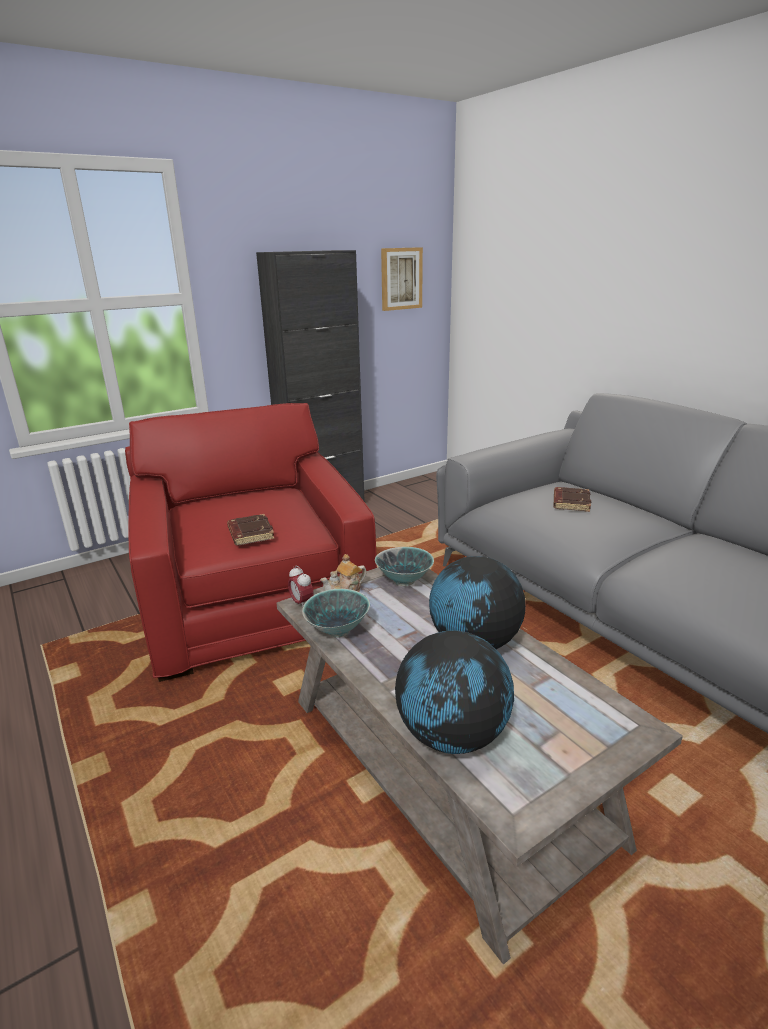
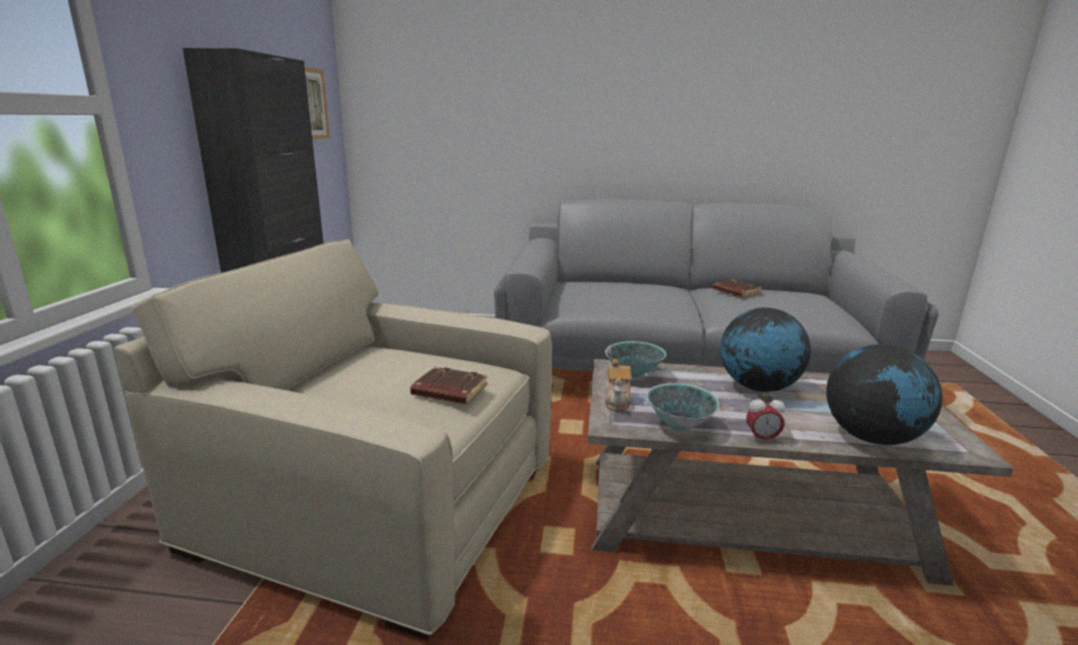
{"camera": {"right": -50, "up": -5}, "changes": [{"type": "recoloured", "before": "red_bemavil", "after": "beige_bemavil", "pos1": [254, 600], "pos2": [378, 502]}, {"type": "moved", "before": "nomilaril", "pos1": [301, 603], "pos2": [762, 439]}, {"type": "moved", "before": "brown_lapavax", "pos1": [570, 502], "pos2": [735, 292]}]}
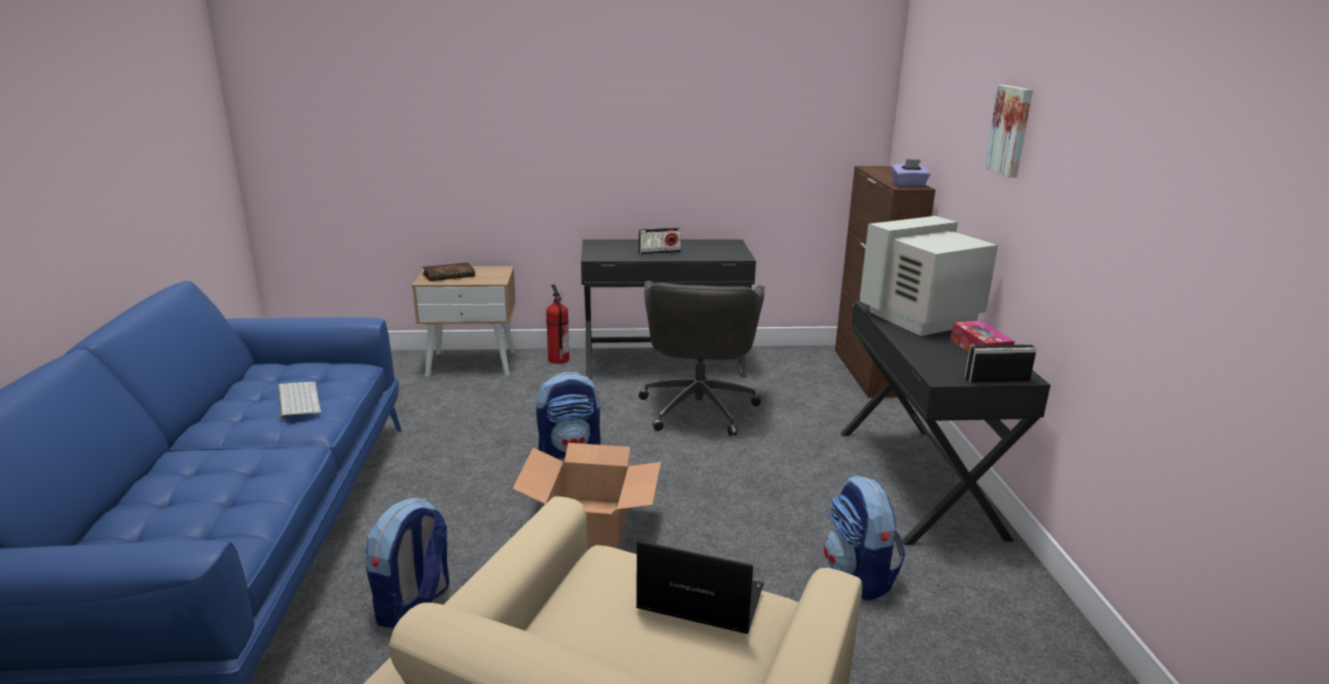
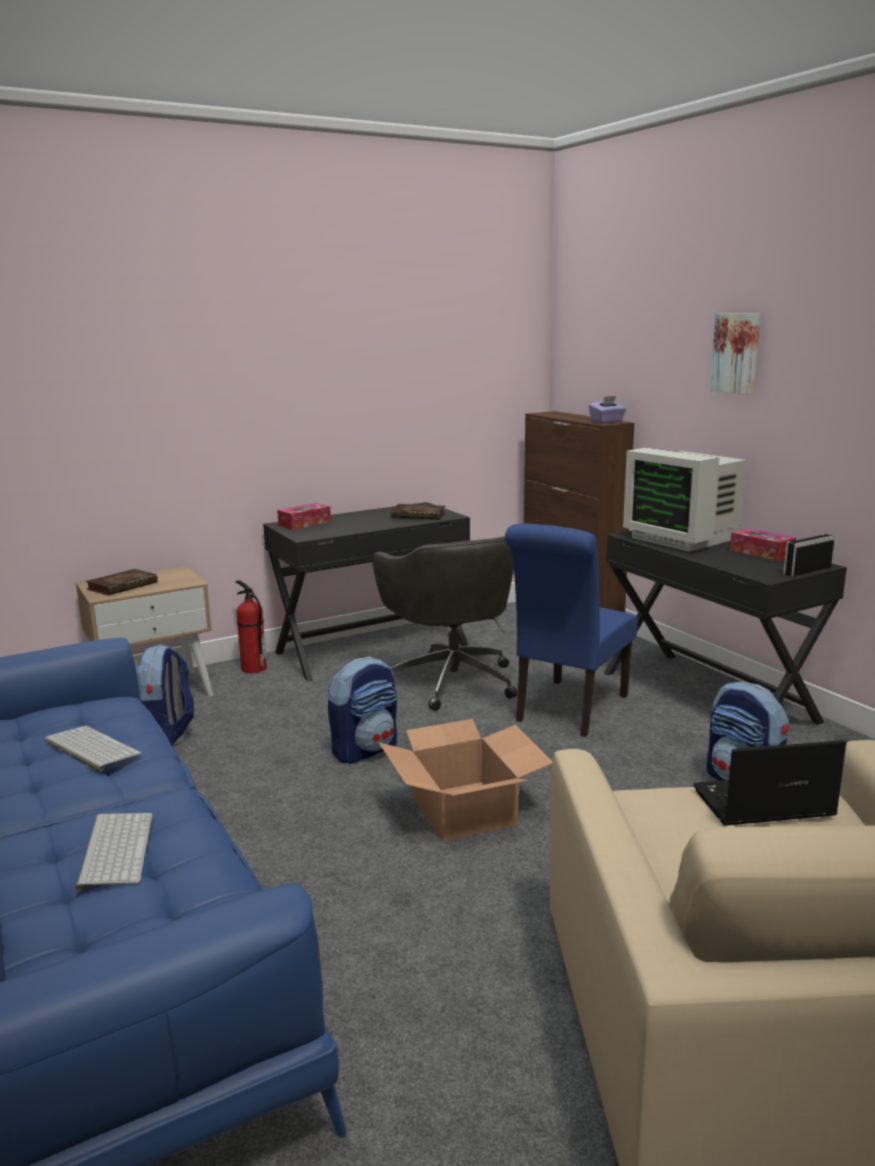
{"camera": {"right": -25, "up": -5}, "changes": [{"type": "moved", "before": "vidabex", "pos1": [413, 604], "pos2": [166, 735]}, {"type": "removed", "before": "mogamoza", "pos1": [659, 252]}, {"type": "turned", "before": "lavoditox", "pos1": [922, 318], "pos2": [683, 538], "turn": -75}, {"type": "added", "after": "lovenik", "pos2": [114, 849]}, {"type": "added", "after": "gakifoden", "pos2": [304, 523]}, {"type": "added", "after": "lapavax", "pos2": [420, 515]}, {"type": "added", "after": "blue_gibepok", "pos2": [568, 710]}]}
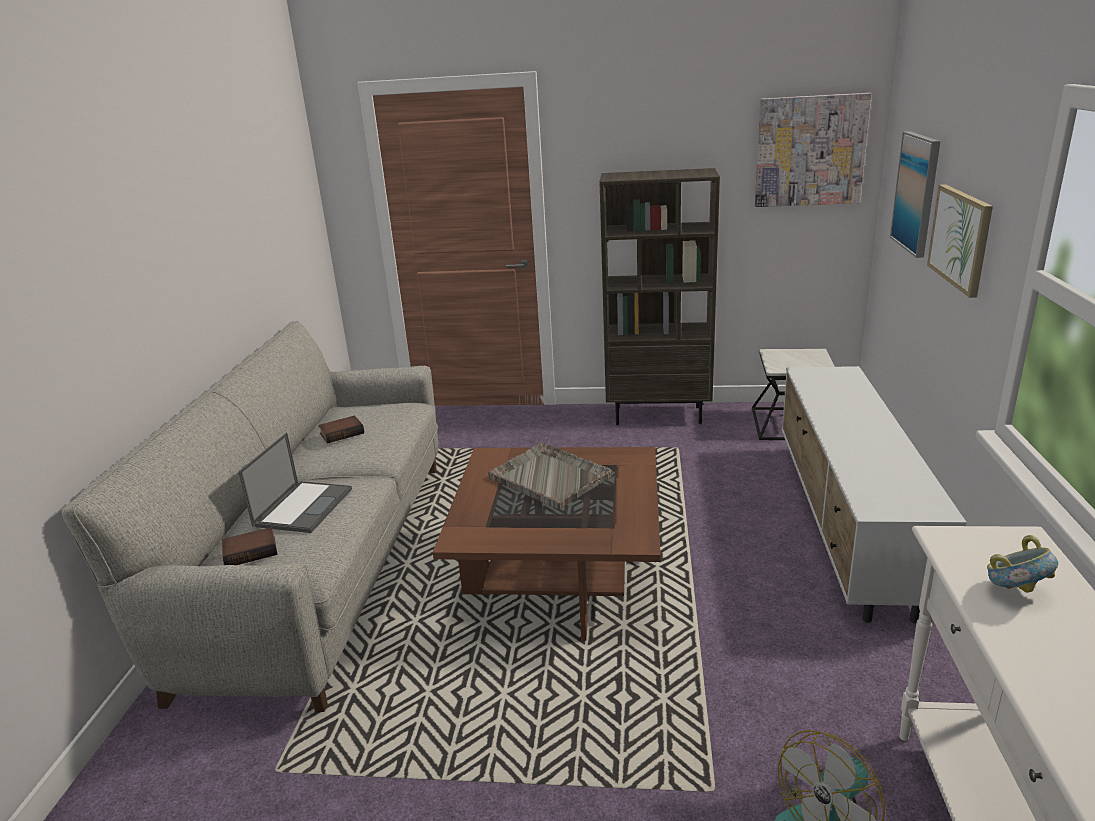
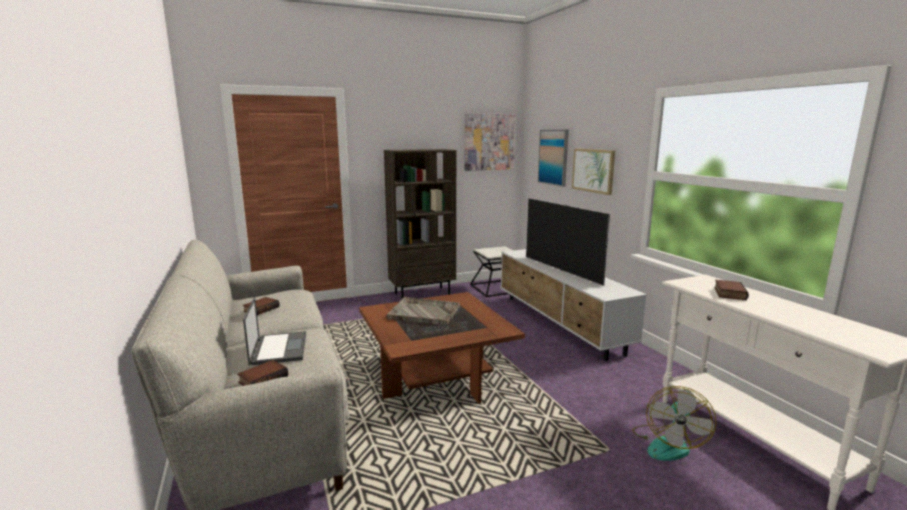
{"camera": {"right": -30, "up": -10}, "changes": [{"type": "replaced", "before": "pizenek", "after": "lapavax", "pos1": [1015, 590], "pos2": [728, 293]}, {"type": "added", "after": "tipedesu", "pos2": [561, 270]}]}
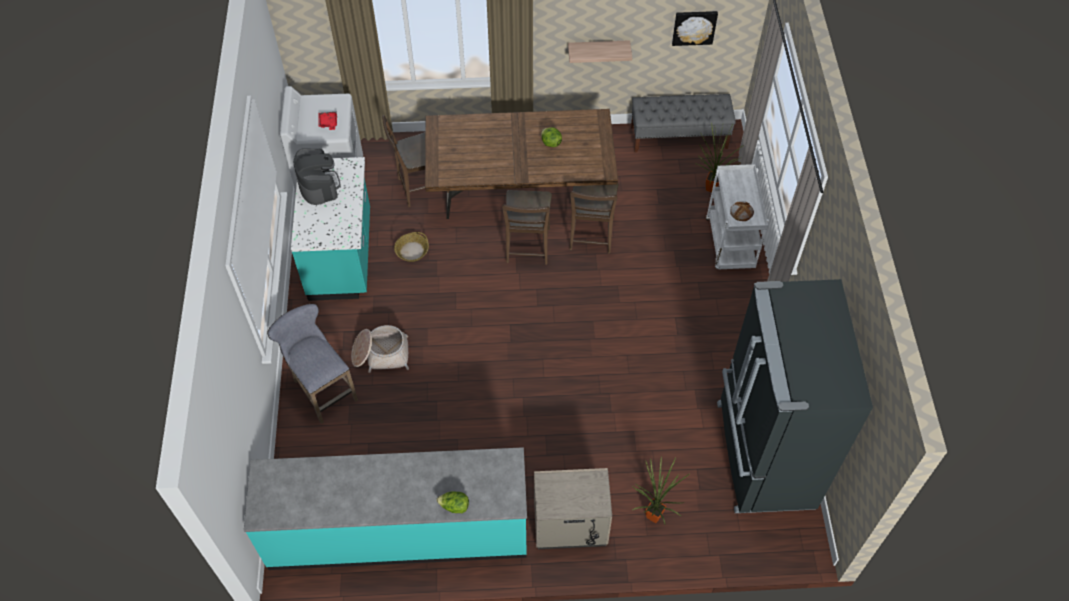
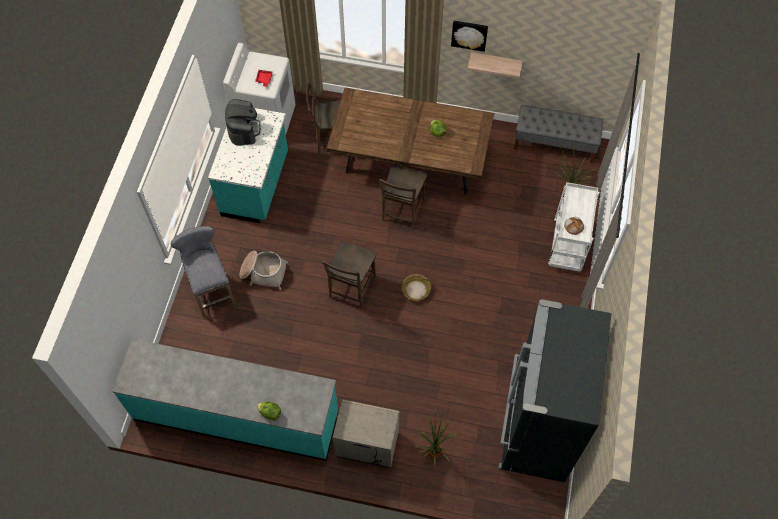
{"camera": {"right": 15, "up": 5}, "changes": [{"type": "moved", "before": "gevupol", "pos1": [412, 251], "pos2": [416, 289]}, {"type": "moved", "before": "brown_gibepok", "pos1": [591, 236], "pos2": [351, 289]}, {"type": "moved", "before": "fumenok", "pos1": [694, 27], "pos2": [469, 34]}]}
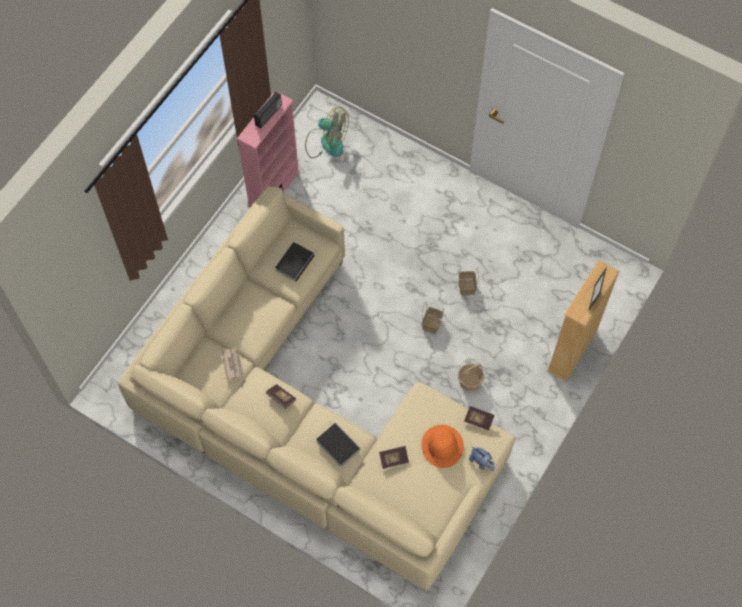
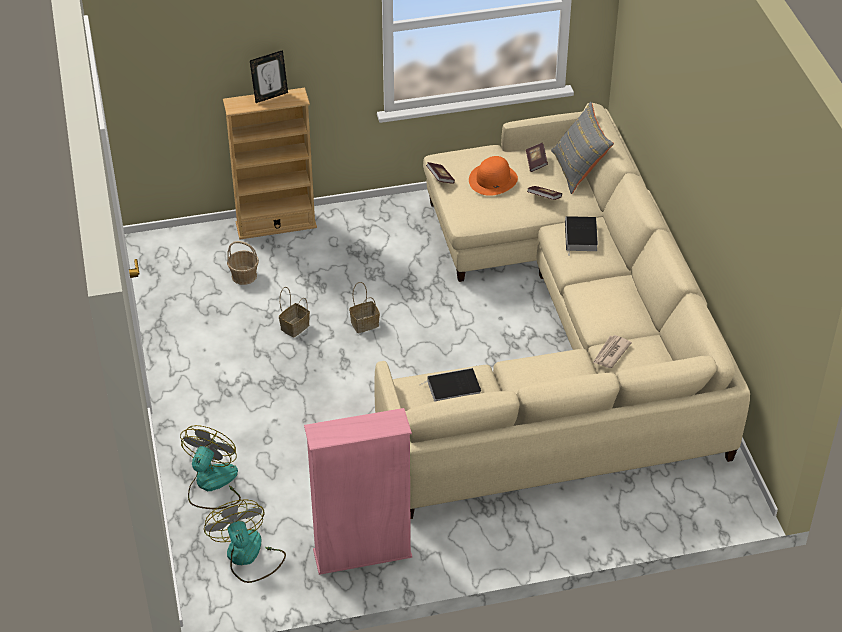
{"camera": {"right": -135, "up": -20}, "changes": [{"type": "removed", "before": "mogamoza", "pos1": [269, 115]}, {"type": "moved", "before": "lapavax", "pos1": [281, 398], "pos2": [536, 162]}, {"type": "moved", "before": "gevupol", "pos1": [470, 382], "pos2": [244, 276]}, {"type": "removed", "before": "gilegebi", "pos1": [481, 462]}, {"type": "added", "after": "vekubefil", "pos2": [212, 485]}, {"type": "added", "after": "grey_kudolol", "pos2": [579, 170]}]}
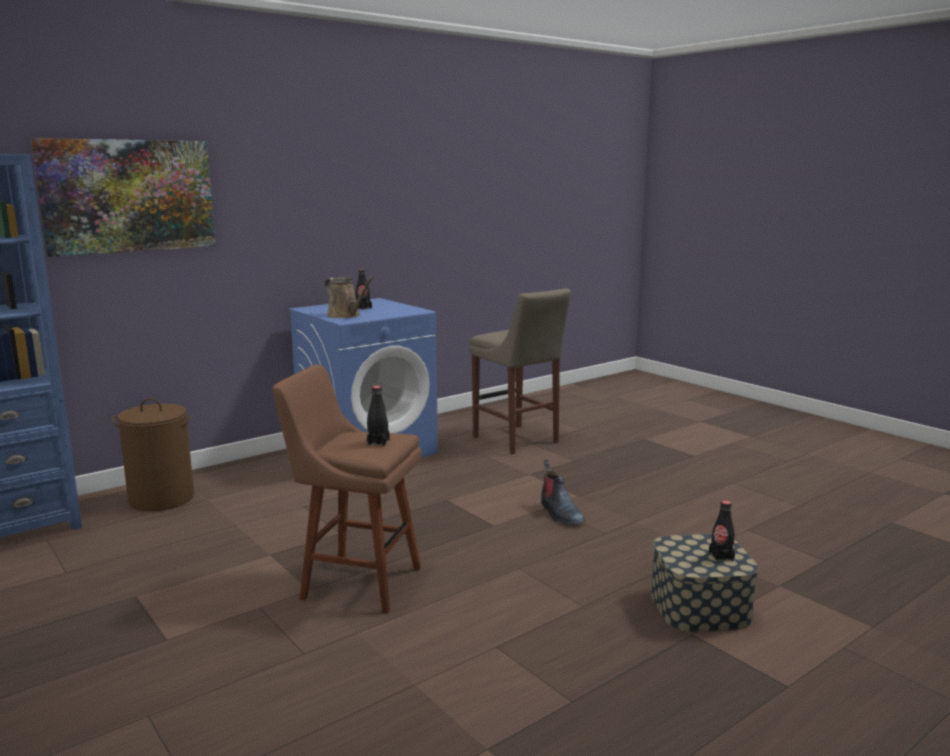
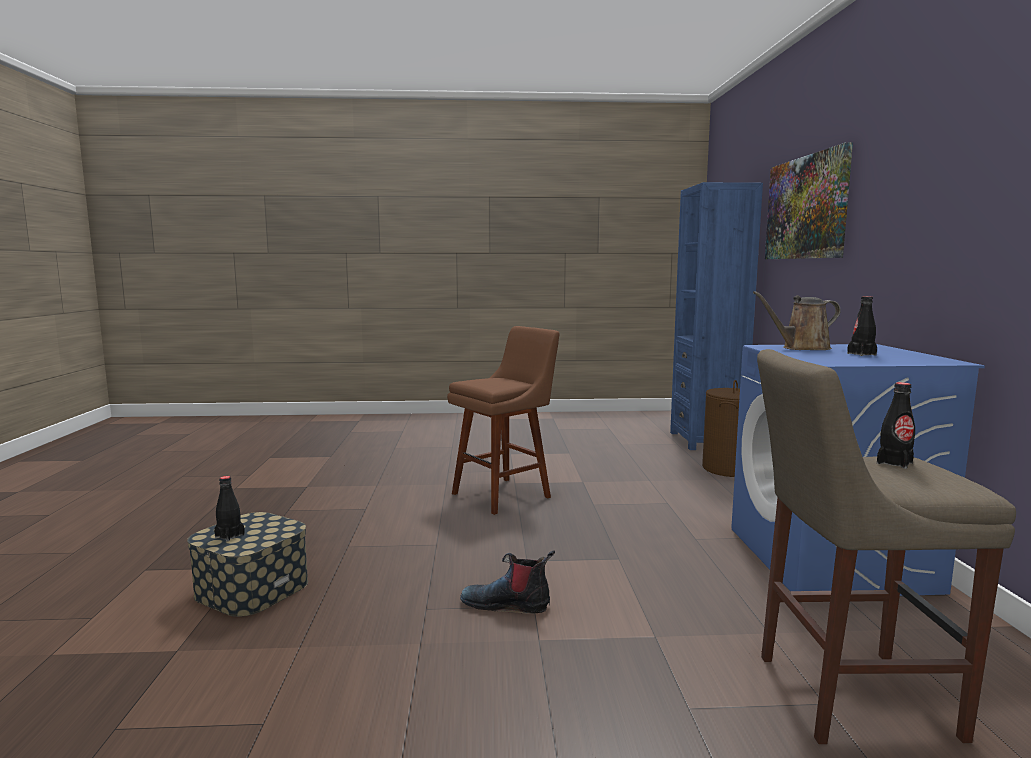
{"camera": {"right": 125, "up": -5}, "changes": [{"type": "moved", "before": "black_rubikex", "pos1": [378, 442], "pos2": [894, 463]}]}
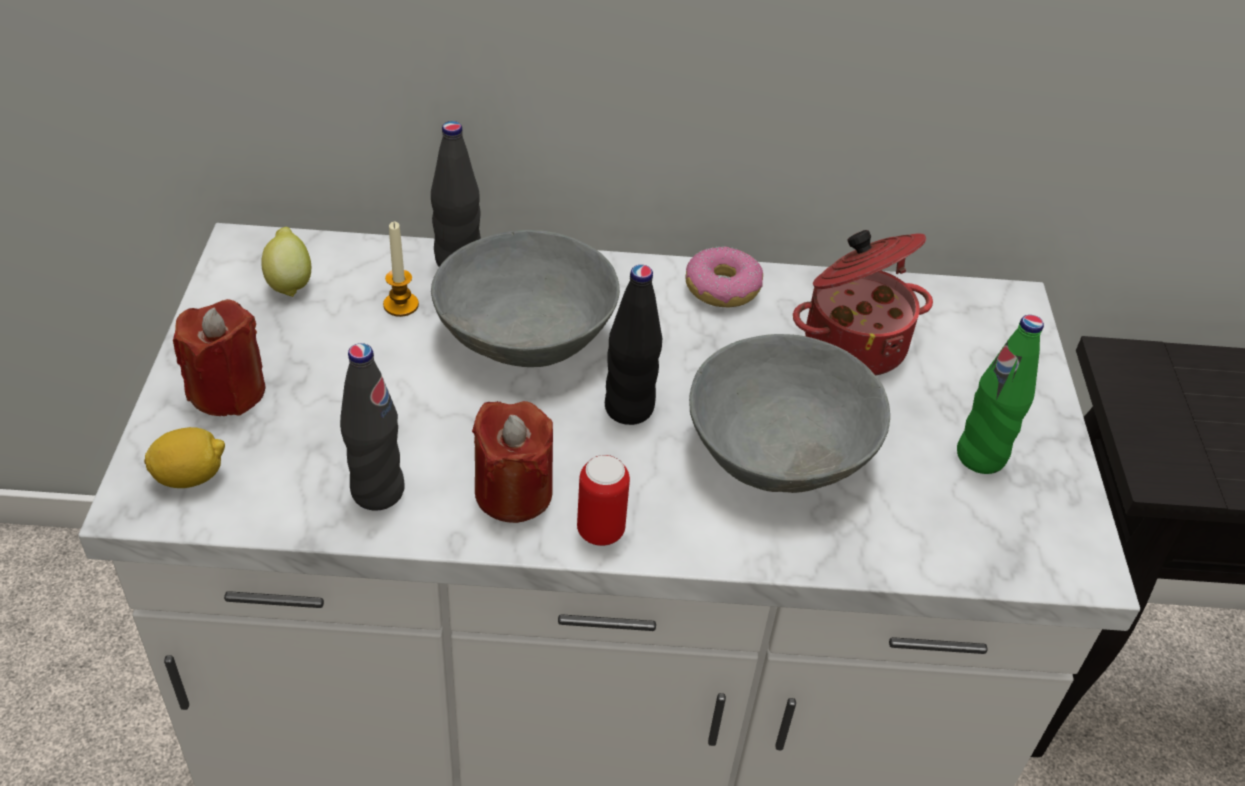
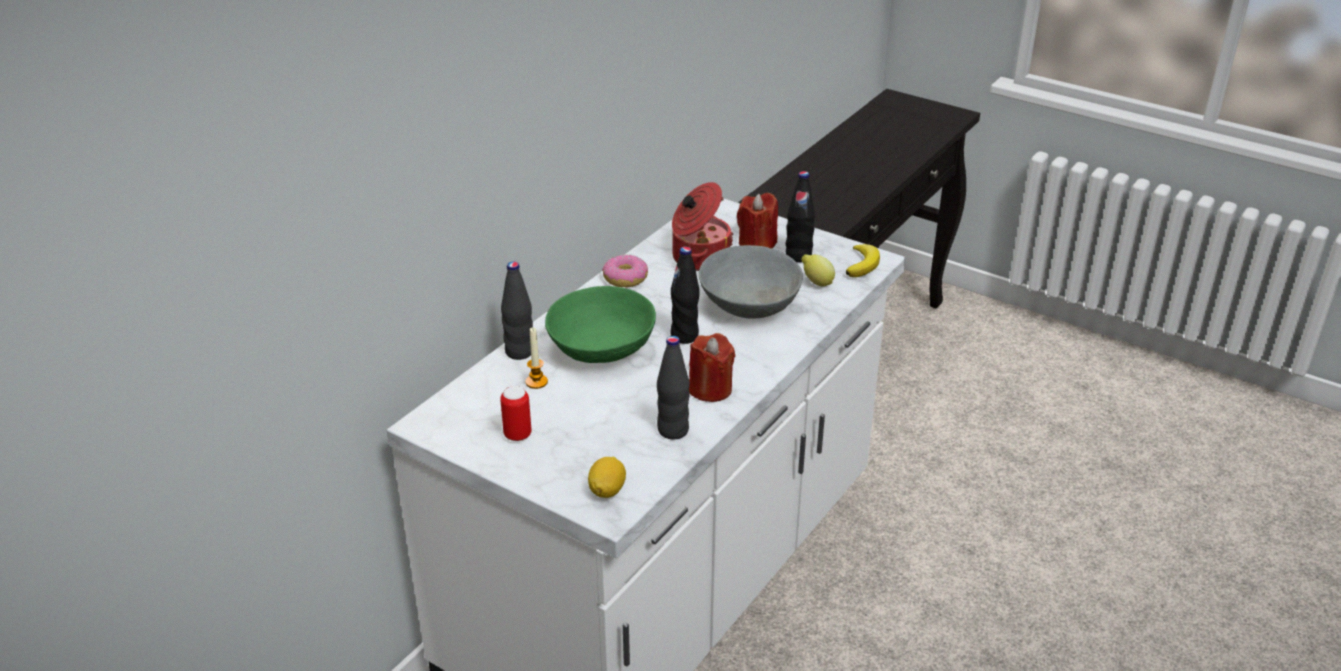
{"camera": {"right": -55, "up": -10}, "changes": [{"type": "moved", "before": "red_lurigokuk", "pos1": [228, 391], "pos2": [757, 243]}, {"type": "moved", "before": "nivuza", "pos1": [290, 283], "pos2": [816, 283]}, {"type": "recoloured", "before": "grey_pizenek", "after": "green_pizenek", "pos1": [528, 334], "pos2": [601, 348]}, {"type": "moved", "before": "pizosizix", "pos1": [600, 531], "pos2": [517, 435]}, {"type": "recoloured", "before": "green_rubikex", "after": "black_rubikex", "pos1": [980, 456], "pos2": [798, 256]}, {"type": "added", "after": "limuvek", "pos2": [862, 264]}]}
